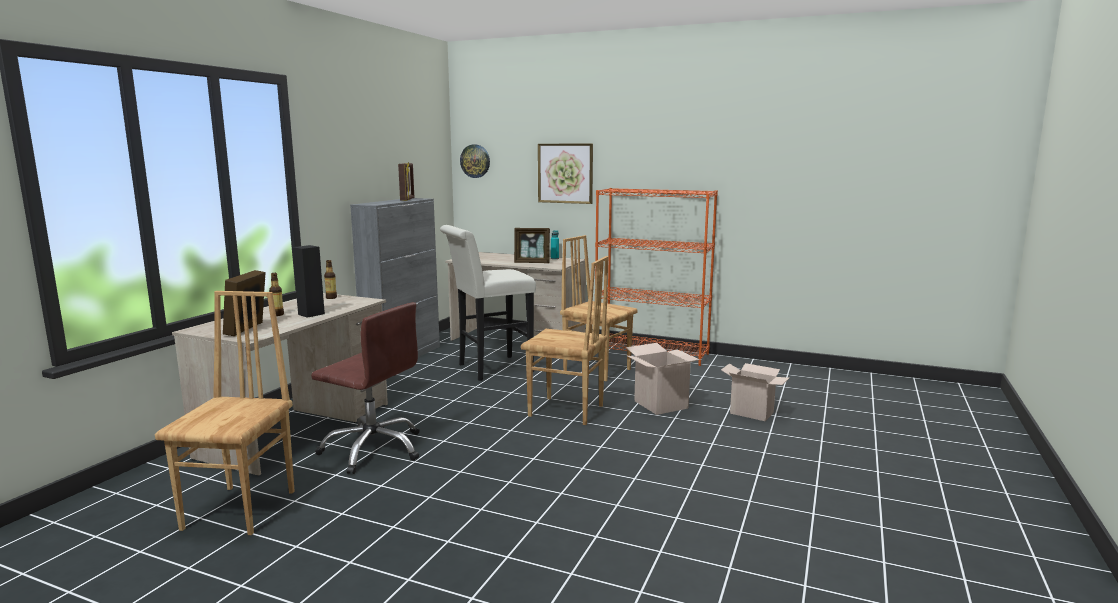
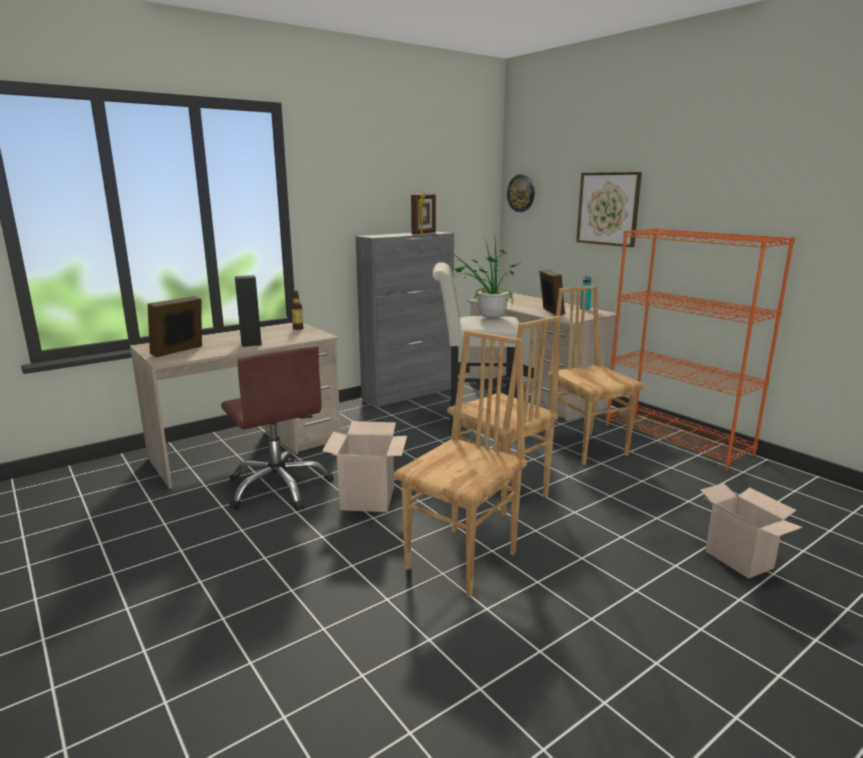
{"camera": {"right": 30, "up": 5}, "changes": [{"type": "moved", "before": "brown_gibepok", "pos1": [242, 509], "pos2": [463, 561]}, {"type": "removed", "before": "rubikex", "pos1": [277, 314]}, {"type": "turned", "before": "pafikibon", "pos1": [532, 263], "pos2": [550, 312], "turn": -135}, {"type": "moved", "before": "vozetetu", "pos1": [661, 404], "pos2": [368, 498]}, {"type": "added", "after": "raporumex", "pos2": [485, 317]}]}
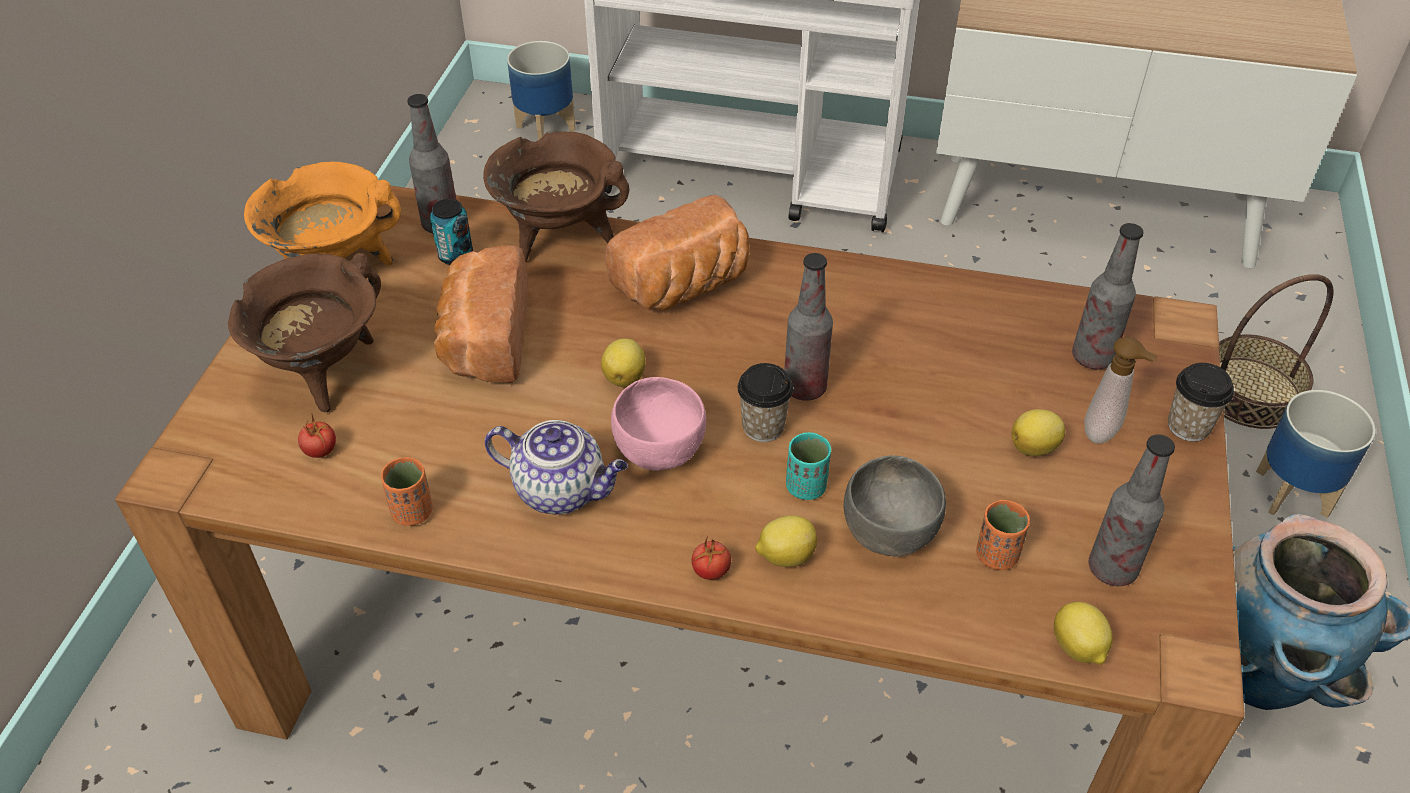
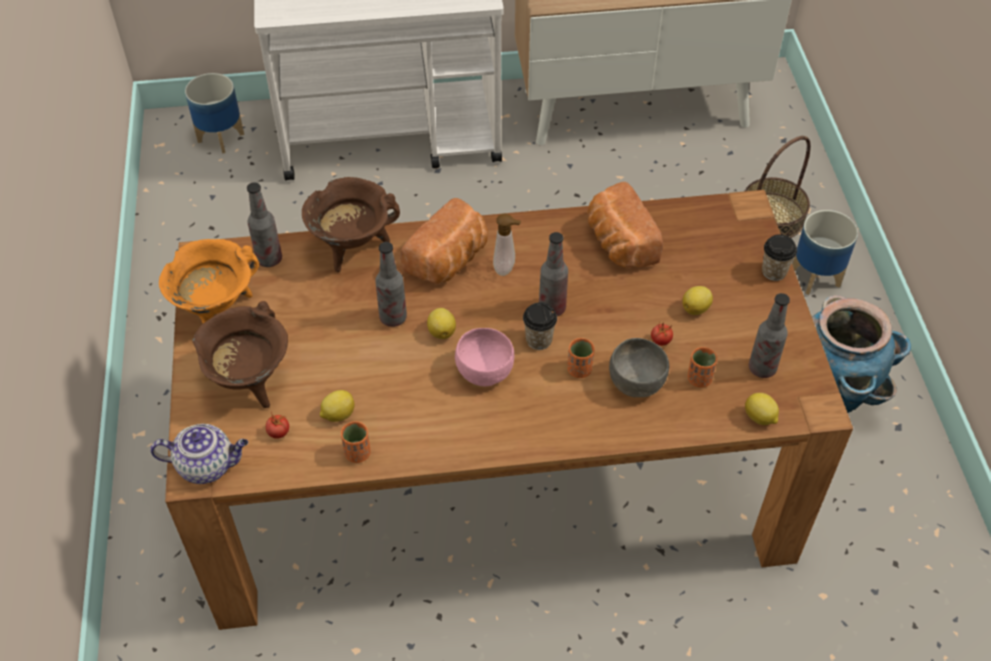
{"camera": {"right": -20, "up": 5}, "changes": [{"type": "removed", "before": "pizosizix", "pos1": [455, 255]}, {"type": "moved", "before": "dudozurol", "pos1": [484, 340], "pos2": [618, 243]}, {"type": "moved", "before": "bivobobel", "pos1": [562, 490], "pos2": [207, 465]}, {"type": "moved", "before": "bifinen", "pos1": [710, 571], "pos2": [660, 341]}, {"type": "moved", "before": "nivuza", "pos1": [785, 556], "pos2": [338, 414]}, {"type": "recoloured", "before": "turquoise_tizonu", "after": "orange_tizonu", "pos1": [806, 487], "pos2": [579, 369]}, {"type": "moved", "before": "rubikex", "pos1": [1092, 357], "pos2": [393, 318]}, {"type": "moved", "before": "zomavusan", "pos1": [1104, 434], "pos2": [506, 269]}]}
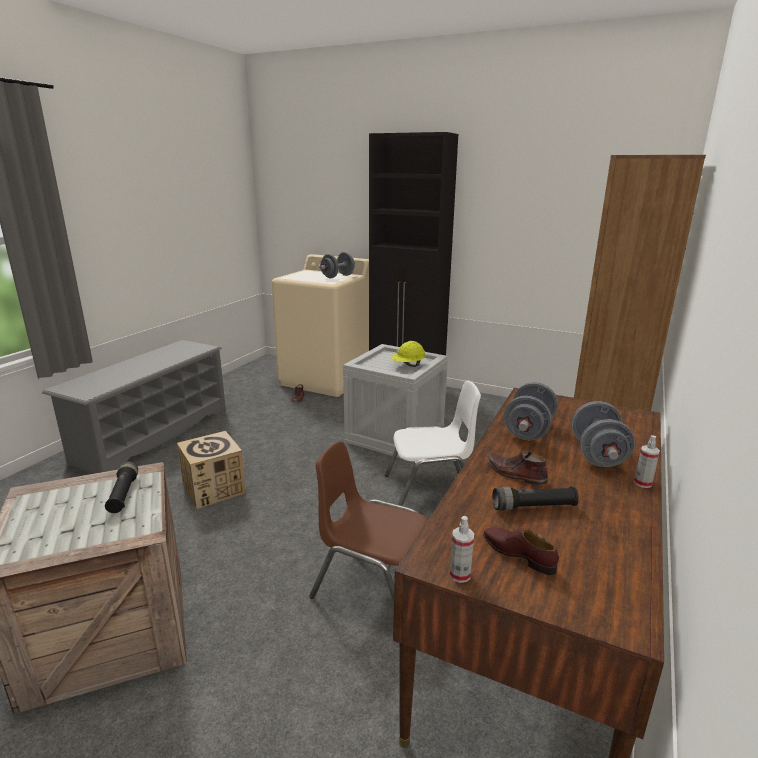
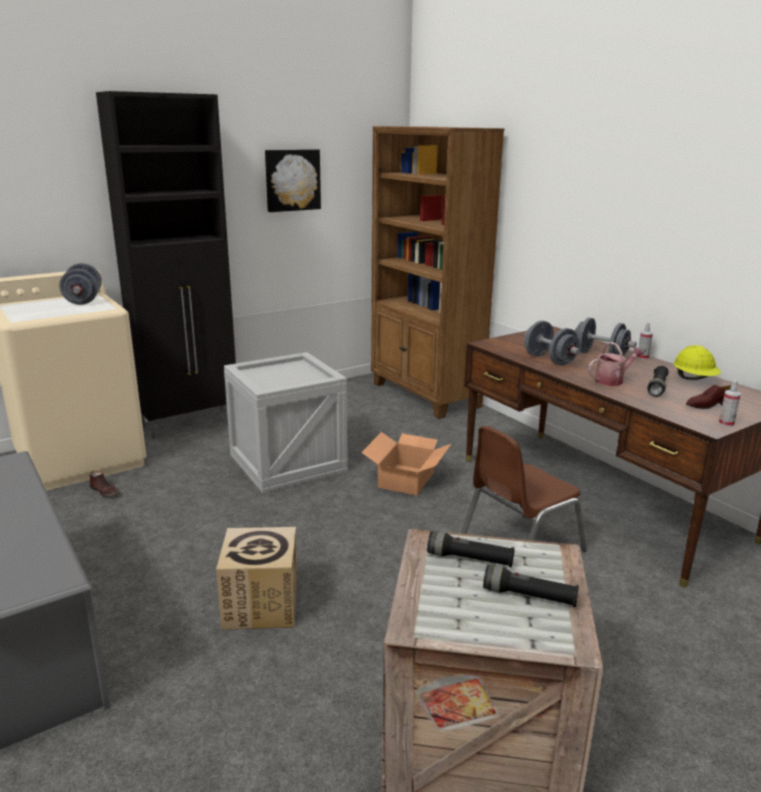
{"camera": {"right": -60, "up": 0}, "changes": [{"type": "replaced", "before": "white_gibepok", "after": "vozetetu", "pos1": [430, 491], "pos2": [407, 479]}, {"type": "moved", "before": "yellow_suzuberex", "pos1": [408, 365], "pos2": [694, 380]}, {"type": "replaced", "before": "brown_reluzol", "after": "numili", "pos1": [515, 474], "pos2": [612, 380]}, {"type": "added", "after": "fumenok", "pos2": [292, 180]}, {"type": "added", "after": "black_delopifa", "pos2": [529, 596]}]}
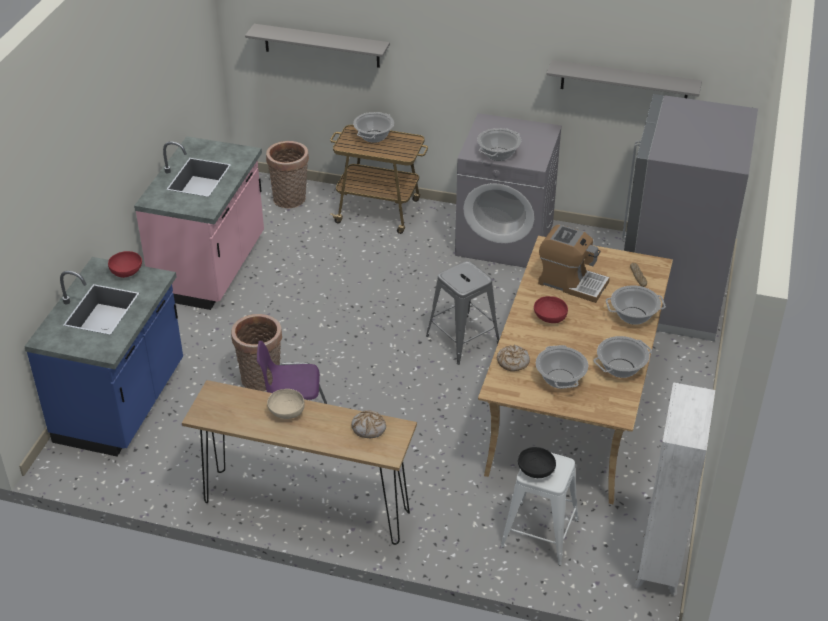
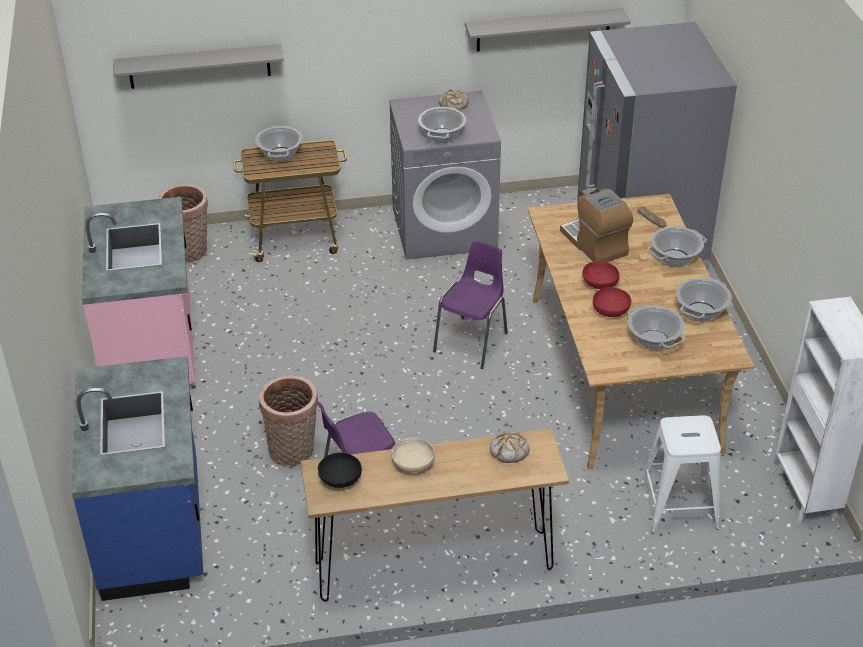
{"camera": {"right": -25, "up": 0}, "changes": [{"type": "moved", "before": "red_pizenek", "pos1": [127, 272], "pos2": [611, 311]}, {"type": "replaced", "before": "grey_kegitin", "after": "purple_gibepok", "pos1": [462, 339], "pos2": [472, 341]}, {"type": "moved", "before": "dudozurol", "pos1": [512, 362], "pos2": [453, 105]}, {"type": "moved", "before": "black_pizenek", "pos1": [535, 471], "pos2": [340, 480]}, {"type": "turned", "before": "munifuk", "pos1": [571, 283], "pos2": [594, 244], "turn": -120}]}
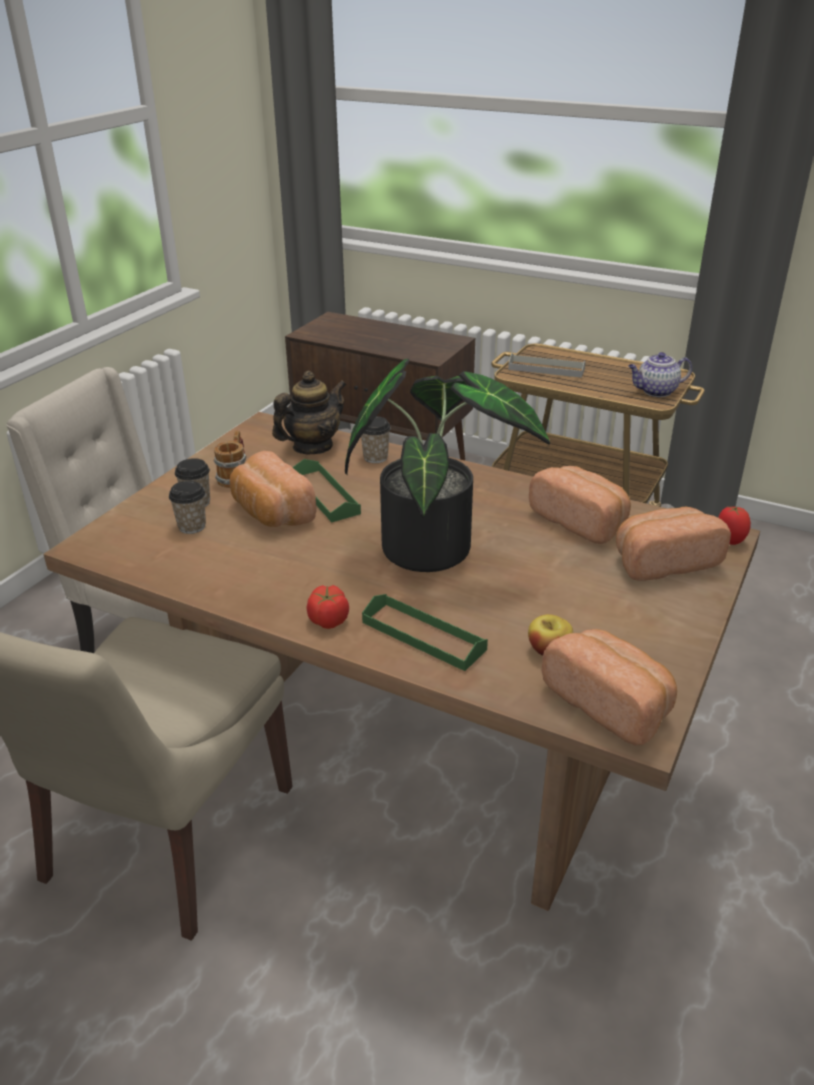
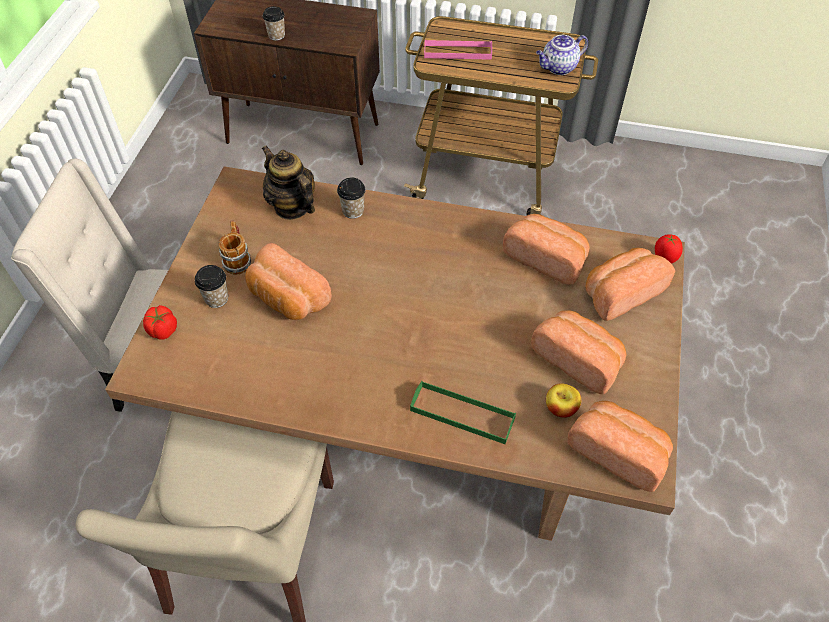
{"camera": {"right": -15, "up": 20}, "changes": [{"type": "moved", "before": "tizonu", "pos1": [192, 526], "pos2": [276, 35]}, {"type": "turned", "before": "bivobobel", "pos1": [312, 447], "pos2": [292, 206], "turn": -75}, {"type": "removed", "before": "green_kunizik", "pos1": [325, 495]}, {"type": "moved", "before": "bifinen", "pos1": [328, 620], "pos2": [163, 330]}, {"type": "removed", "before": "raporumex", "pos1": [433, 544]}, {"type": "recoloured", "before": "grey_kunizik", "after": "pink_kunizik", "pos1": [546, 369], "pos2": [457, 52]}, {"type": "added", "after": "dudozurol", "pos2": [578, 359]}]}
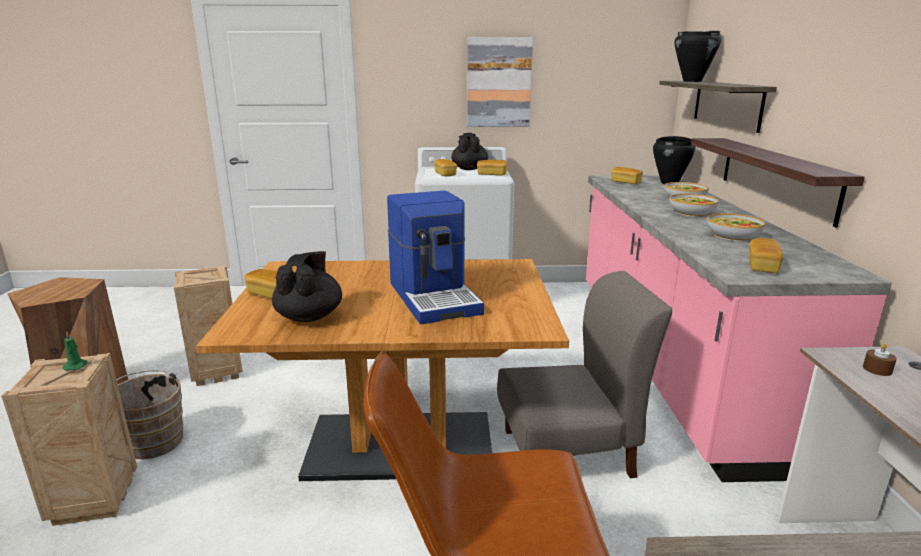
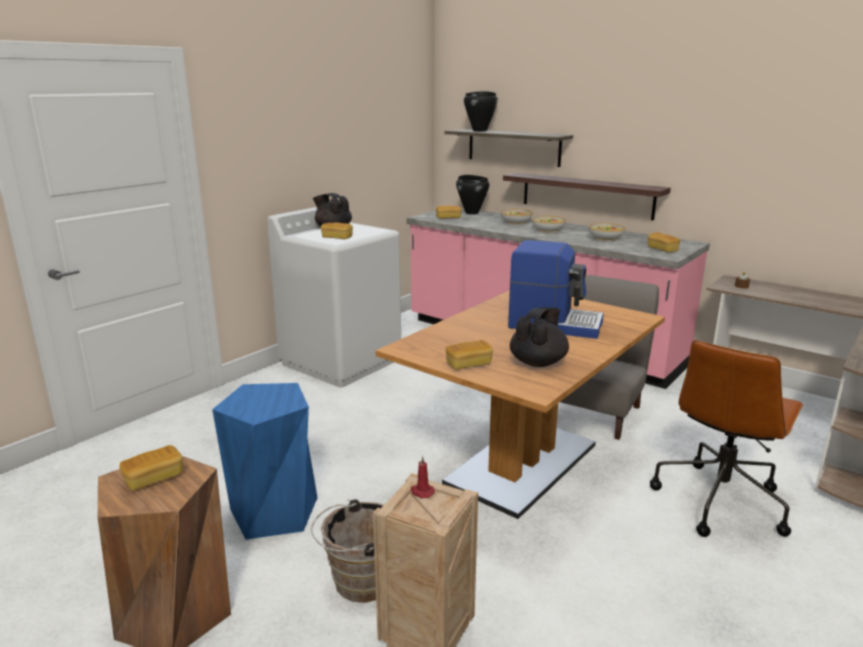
{"camera": {"right": -50, "up": 0}, "changes": [{"type": "recoloured", "before": "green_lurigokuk", "after": "red_lurigokuk", "pos1": [76, 366], "pos2": [421, 492]}, {"type": "replaced", "before": "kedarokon", "after": "blue_kegitin", "pos1": [218, 372], "pos2": [274, 512]}, {"type": "turned", "before": "black_bivobobel", "pos1": [310, 316], "pos2": [538, 362], "turn": 75}, {"type": "removed", "before": "fumenok", "pos1": [498, 82]}, {"type": "moved", "before": "dudozurol", "pos1": [491, 174], "pos2": [154, 478]}]}
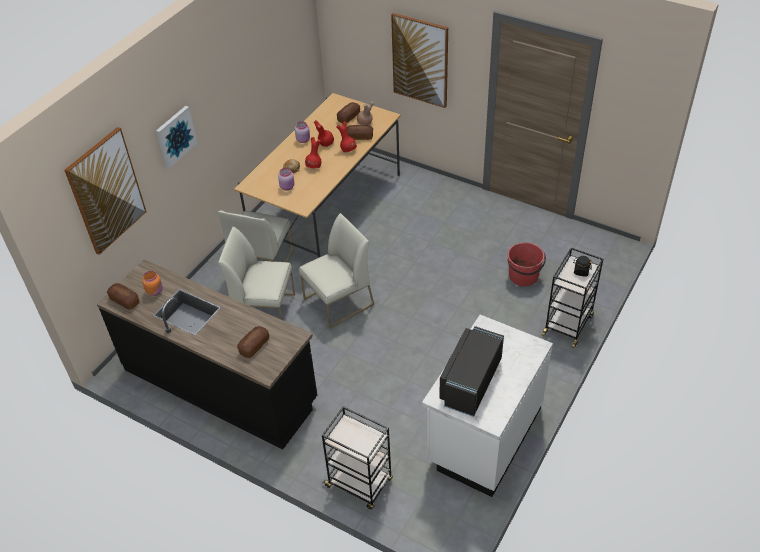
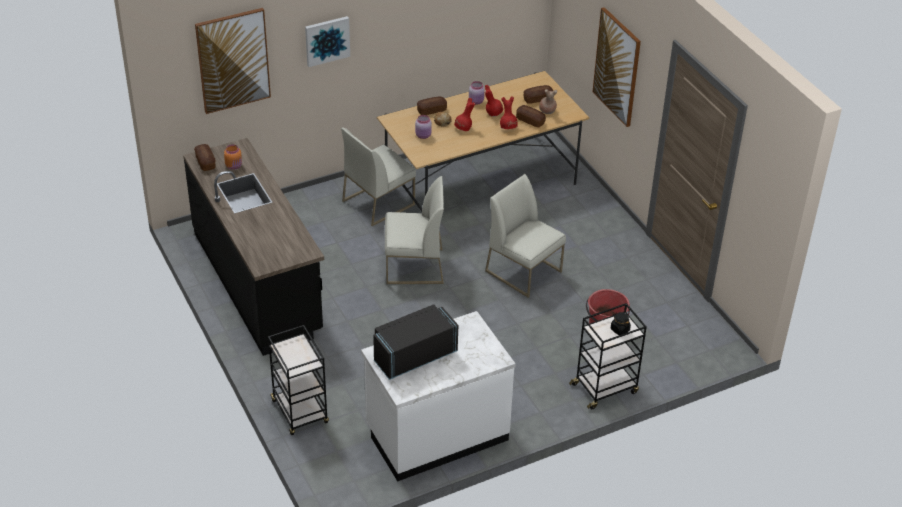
{"camera": {"right": 30, "up": -5}, "changes": [{"type": "moved", "before": "white_gibepok", "pos1": [264, 309], "pos2": [524, 271]}, {"type": "moved", "before": "dudozurol", "pos1": [254, 346], "pos2": [431, 110]}]}
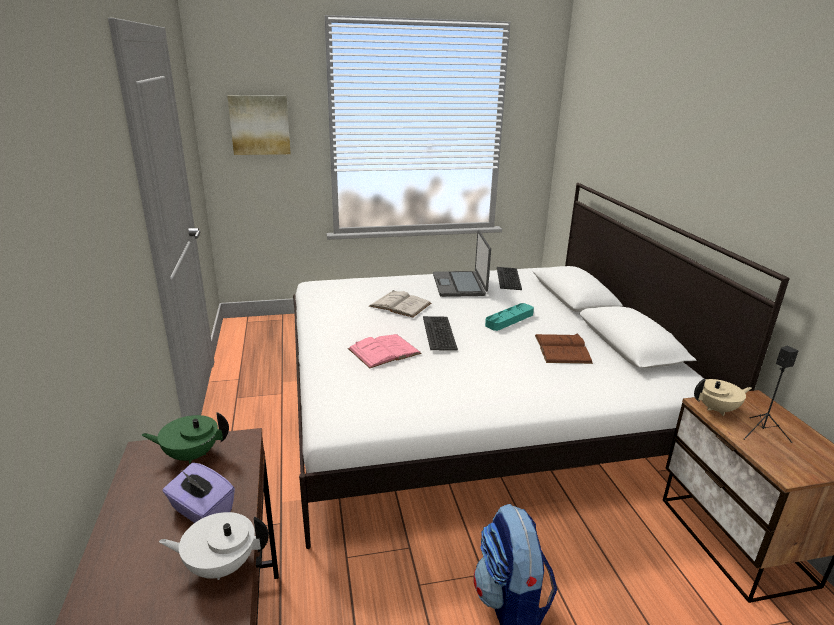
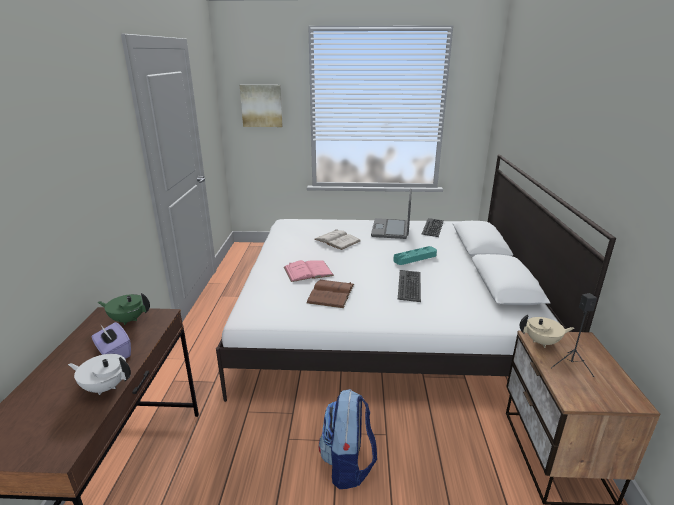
{"camera": {"right": 15, "up": 0}, "changes": [{"type": "moved", "before": "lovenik", "pos1": [440, 333], "pos2": [410, 286]}, {"type": "moved", "before": "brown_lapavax", "pos1": [562, 349], "pos2": [331, 293]}]}
